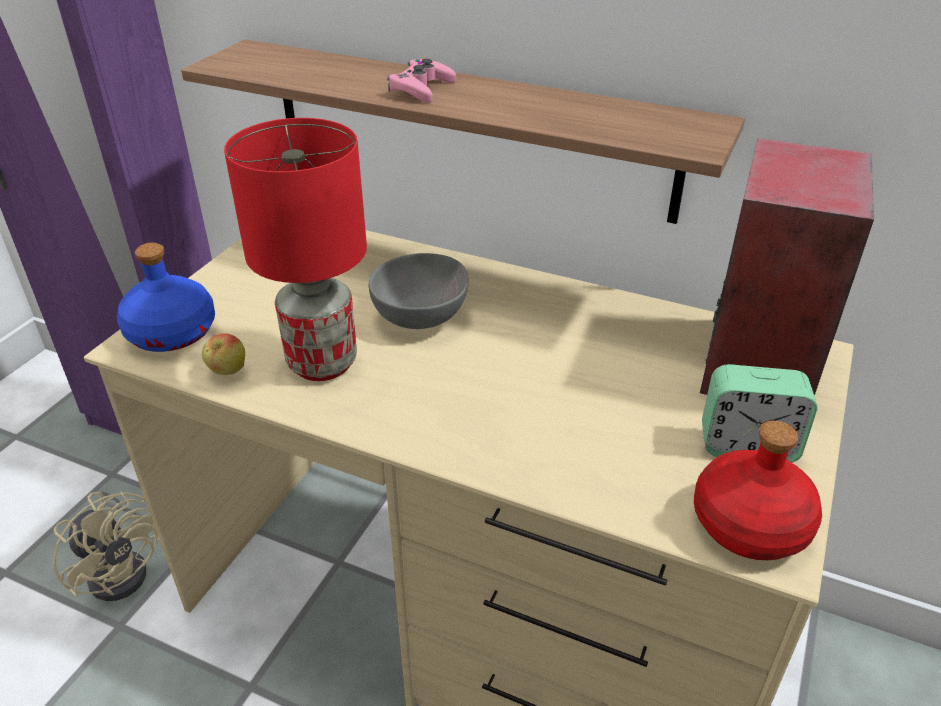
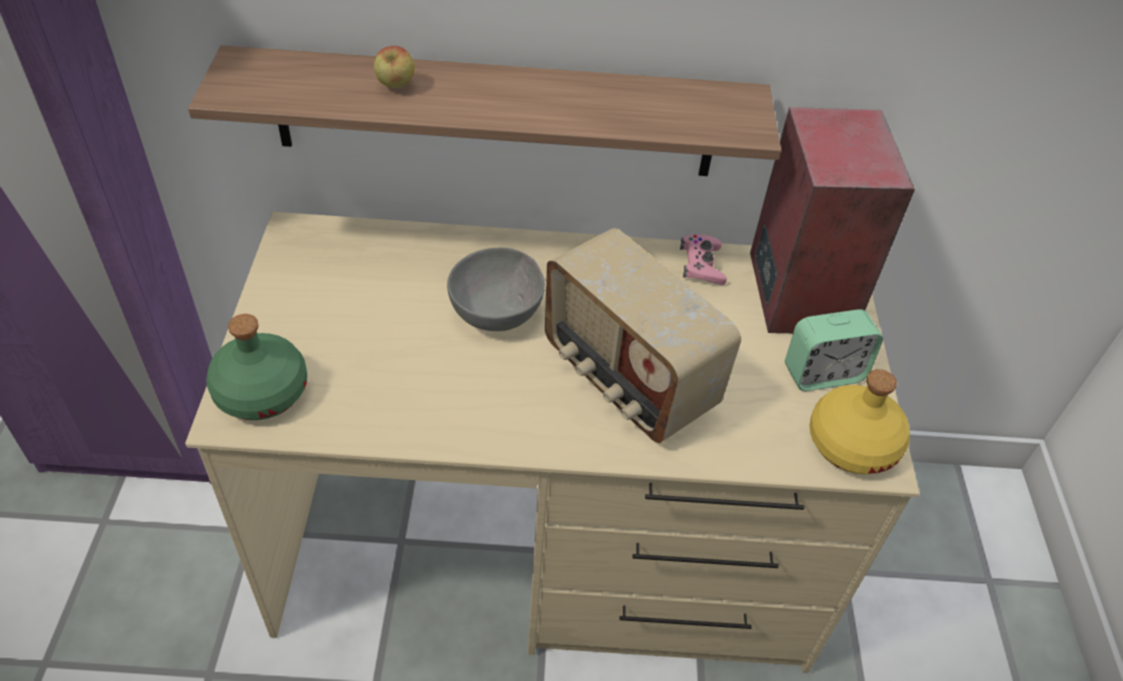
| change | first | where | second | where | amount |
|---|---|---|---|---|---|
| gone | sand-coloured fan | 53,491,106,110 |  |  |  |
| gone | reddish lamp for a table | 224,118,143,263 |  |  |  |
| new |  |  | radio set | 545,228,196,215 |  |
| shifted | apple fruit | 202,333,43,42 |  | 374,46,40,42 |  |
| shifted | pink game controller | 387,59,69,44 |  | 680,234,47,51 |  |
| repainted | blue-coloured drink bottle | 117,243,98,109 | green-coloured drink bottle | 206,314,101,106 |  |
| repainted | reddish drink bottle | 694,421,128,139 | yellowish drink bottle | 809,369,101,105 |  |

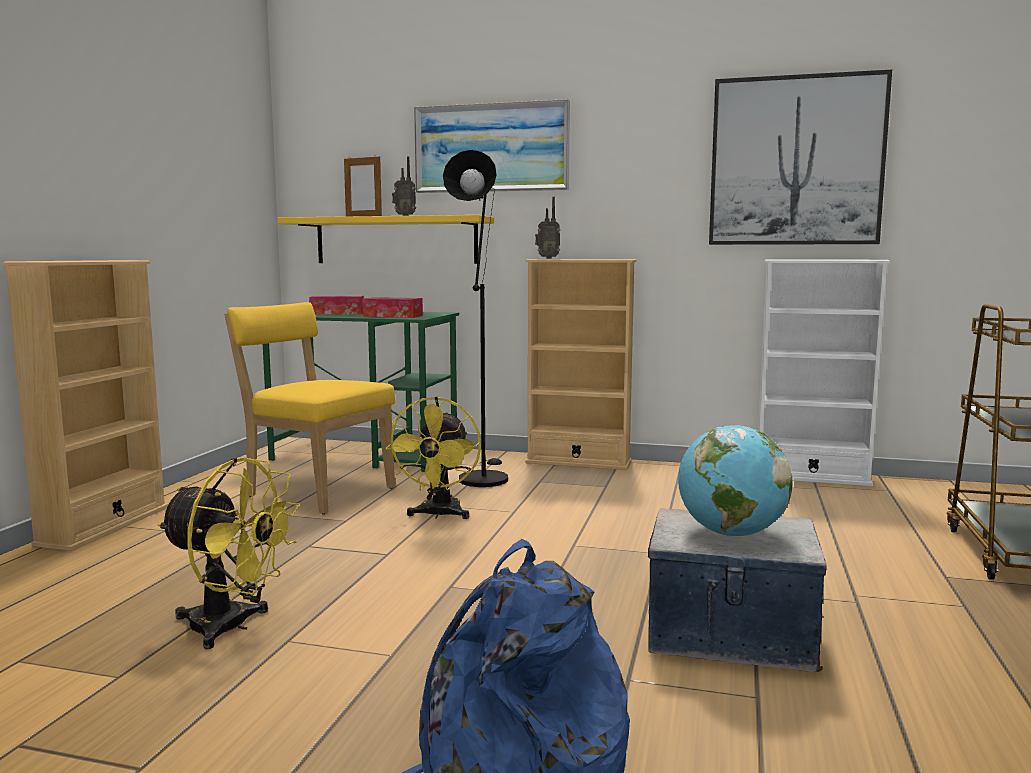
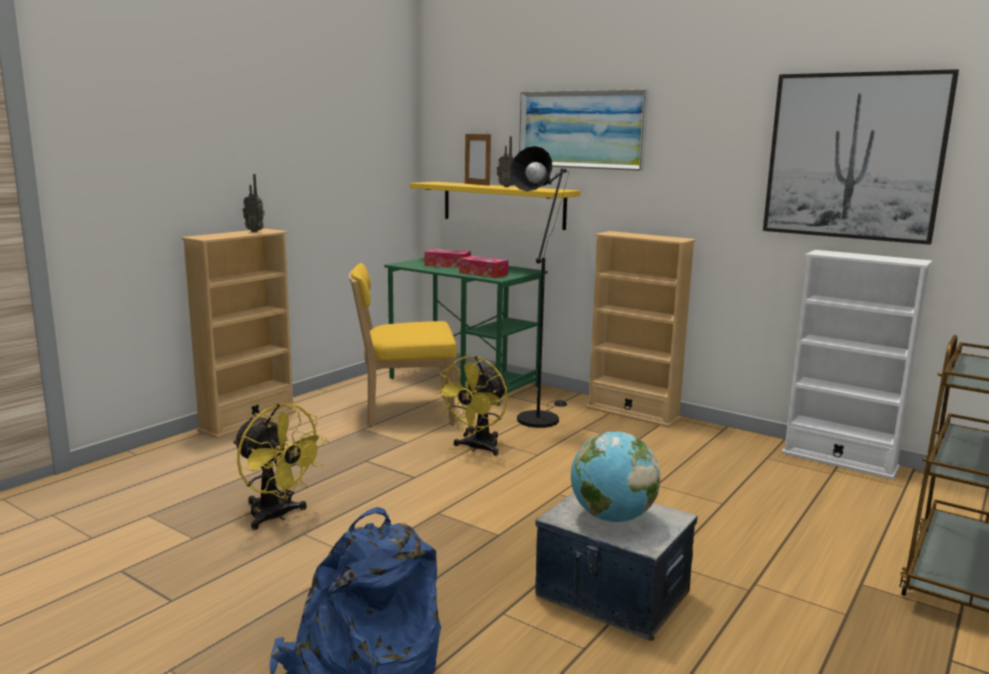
| change | first | where | second | where | amount |
|---|---|---|---|---|---|
| shifted | radio set | 535,197,25,62 |  | 243,174,22,58 |  |
| rotated | yellowish plain chair | 224,302,172,212 |  | 349,263,108,164 | 60 degrees counterclockwise |

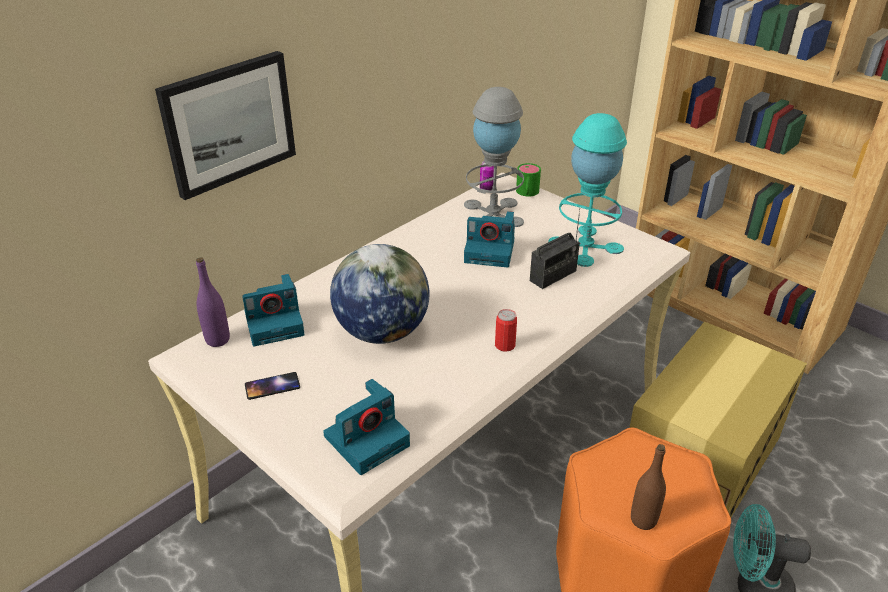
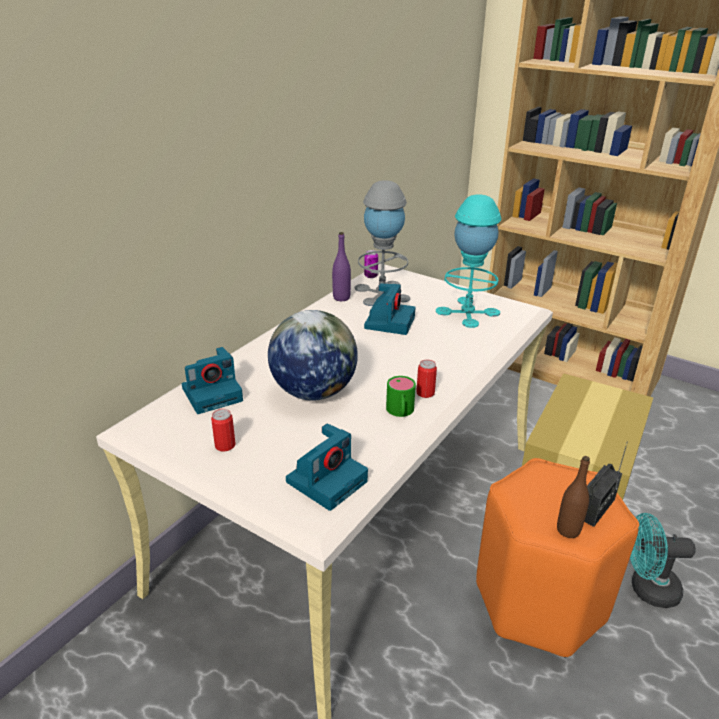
| change | first | where | second | where | amount |
|---|---|---|---|---|---|
| gone | picture | 155,51,141,149 |  |  |  |
| shifted | purple-coloured drink bottle | 196,257,34,90 |  | 332,232,19,69 |  |
| shifted | green-coloured coffee mug | 516,163,25,33 |  | 386,376,30,41 |  |
| shifted | radio set | 530,208,50,81 |  | 584,442,44,85 |  |
| swapped | telephone | 245,372,55,28 | metal can | 211,409,25,43 |  |
| rotated | photo camera | 464,211,51,57 |  | 364,283,52,52 | 75 degrees counterclockwise |

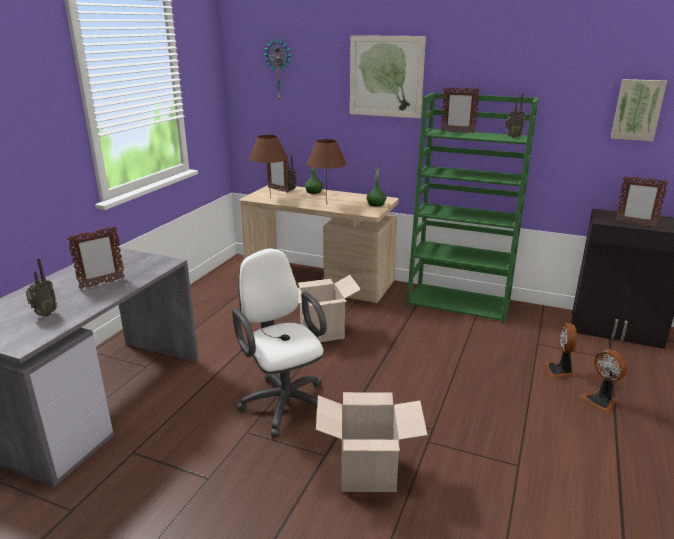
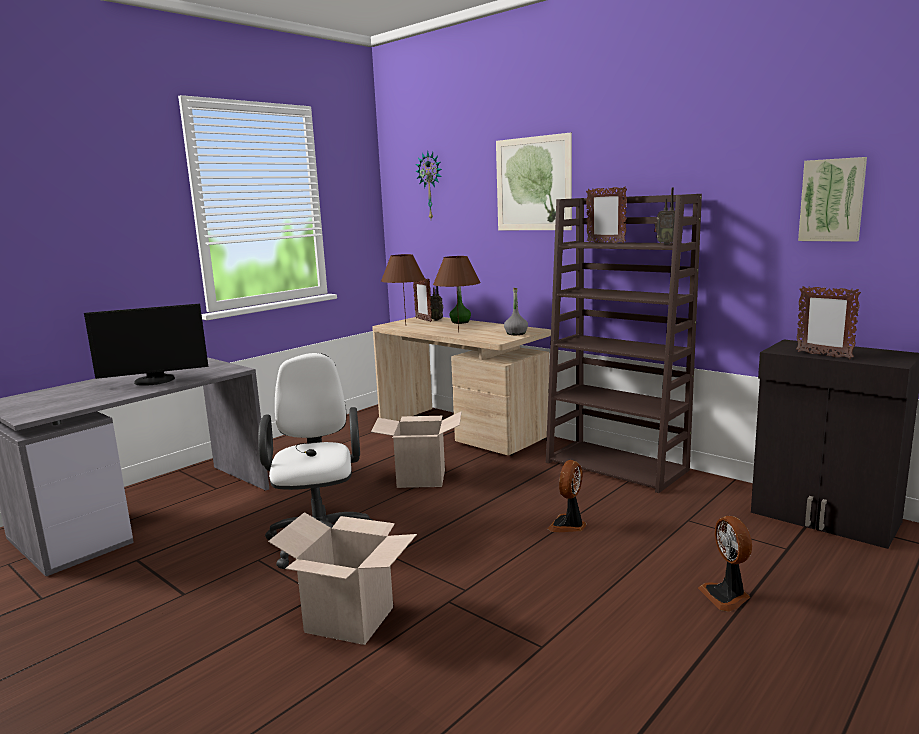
| change | first | where | second | where | amount |
|---|---|---|---|---|---|
| gone | radio set | 26,258,31,58 |  |  |  |
| shifted | fan | 545,323,32,56 |  | 548,460,38,72 |  |
| swapped | photo frame | 67,226,58,63 | monitor | 84,304,124,82 |  |
| repainted | green-coloured drink bottle | 367,167,19,39 | grey drink bottle | 504,288,24,47 |  |
| repainted | green-coloured shelving unit | 406,93,133,231 | brown-coloured shelving unit | 546,194,156,299 |  |

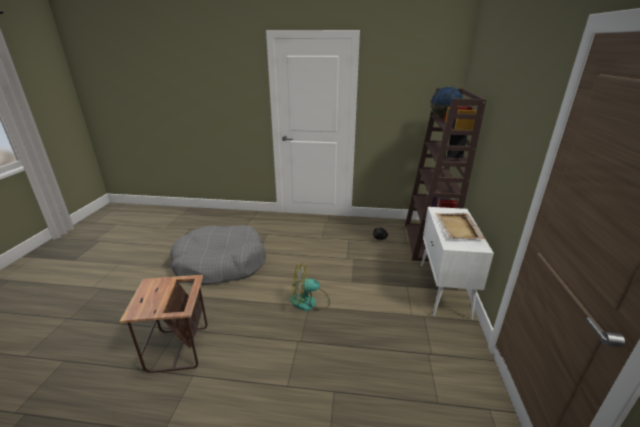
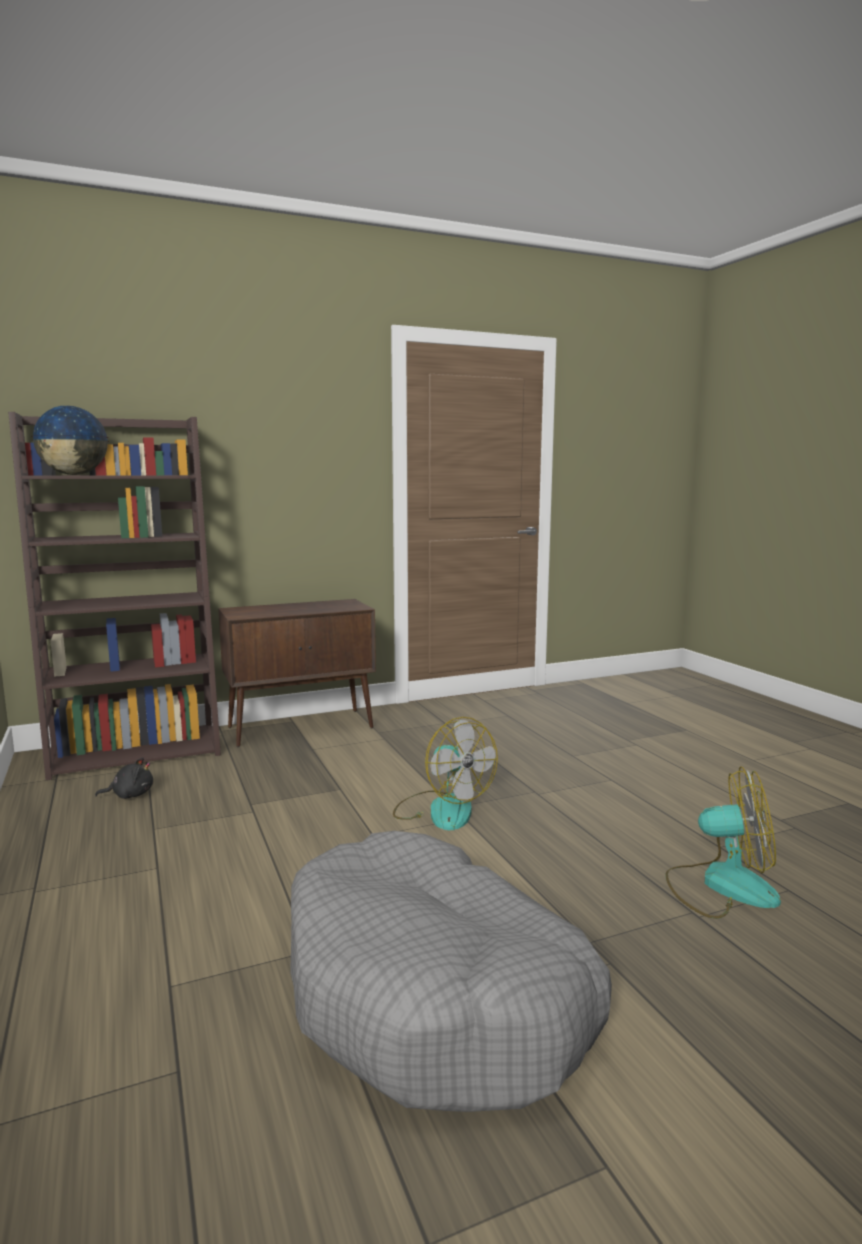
| change | first | where | second | where | amount |
|---|---|---|---|---|---|
| gone | sand-coloured tray | 435,213,51,27 |  |  |  |
| swapped | side table | 119,275,88,98 | fan | 665,766,116,153 |  |
| repainted | whitish cupboard | 421,207,73,113 | brown-coloured cupboard | 218,599,158,148 |  |

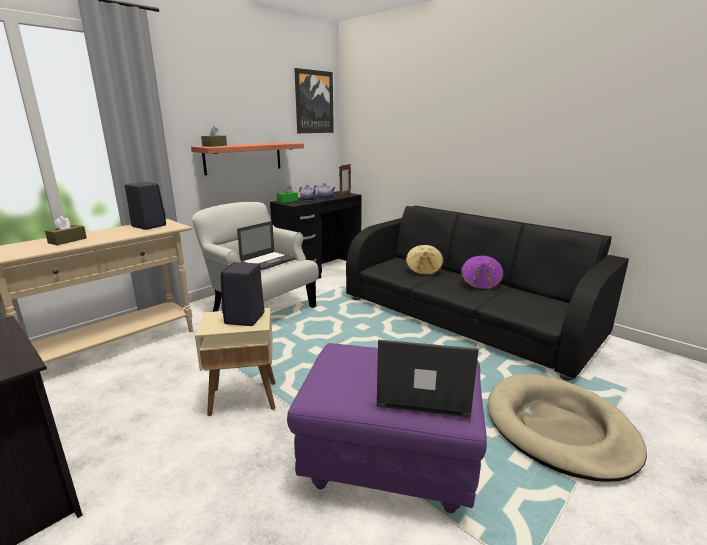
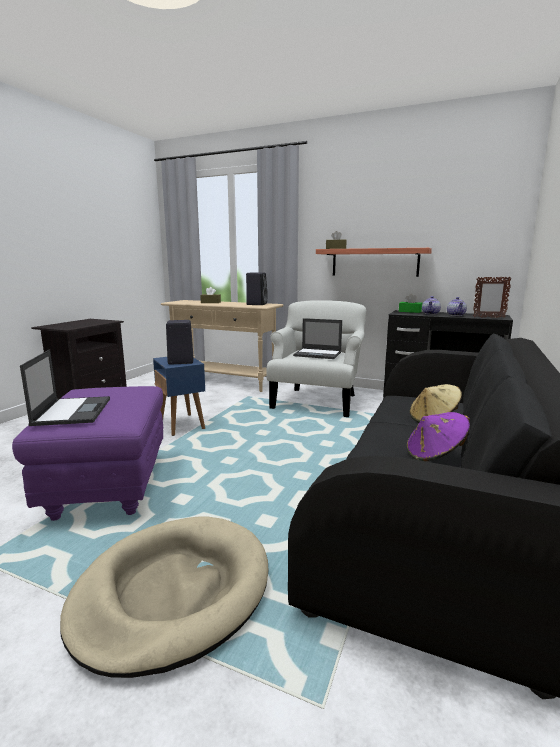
| change | first | where | second | where | amount |
|---|---|---|---|---|---|
| gone | picture | 294,68,40,65 |  |  |  |
| repainted | sand-coloured side table | 195,308,81,108 | blue-coloured side table | 153,357,52,79 |  |

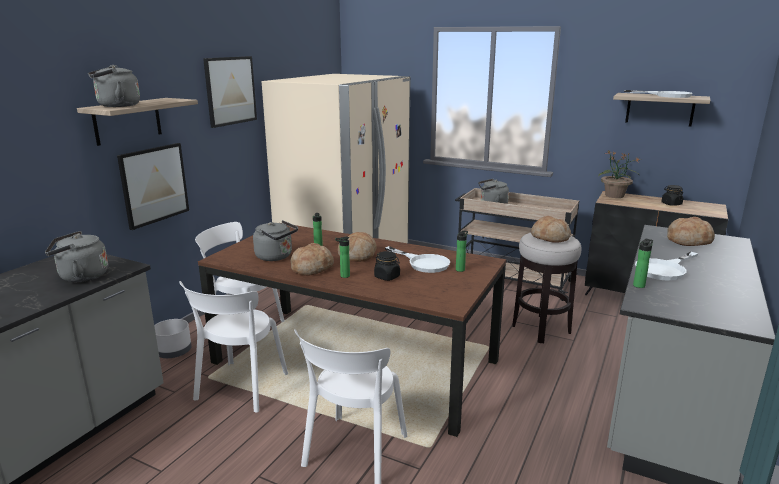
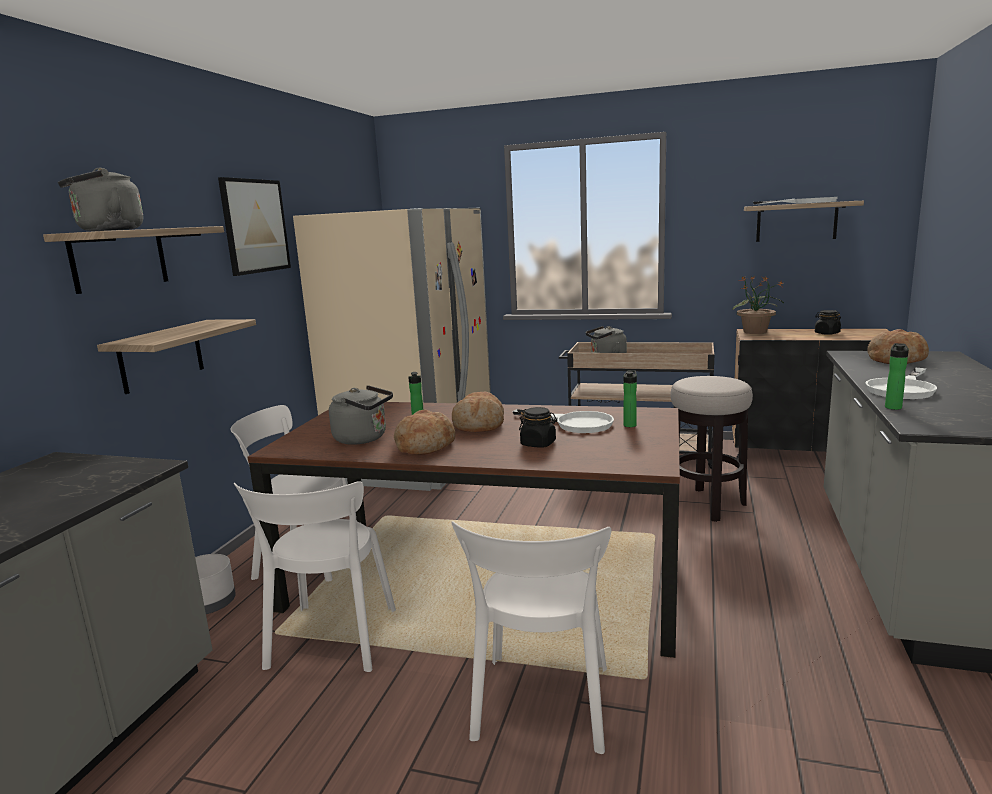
| change | first | where | second | where | amount |
|---|---|---|---|---|---|
| gone | grey kettle | 45,231,63,51 |  |  |  |
| gone | drink bottle | 335,237,15,41 |  |  |  |
| gone | baked bread | 531,216,40,27 |  |  |  |
| swapped | picture | 117,143,72,87 | wall shelf | 97,319,159,75 |  |

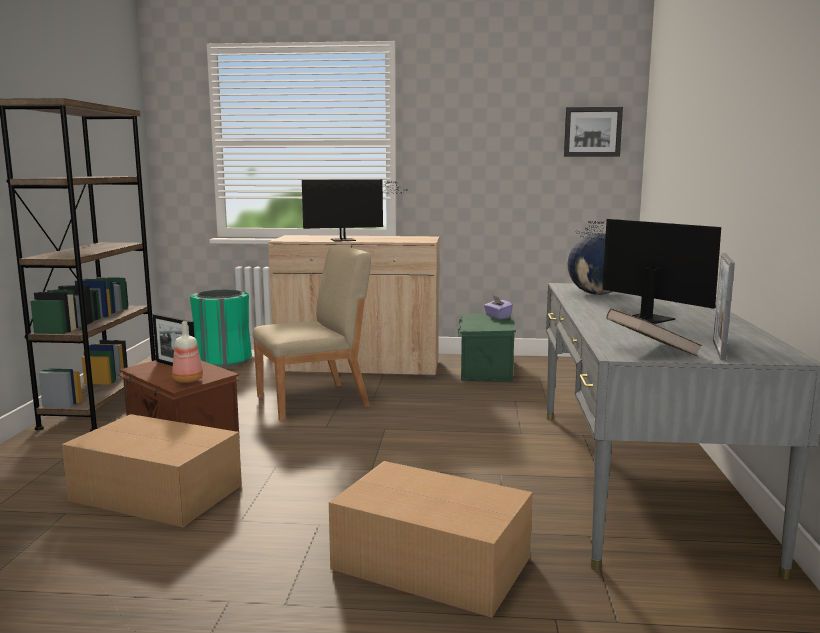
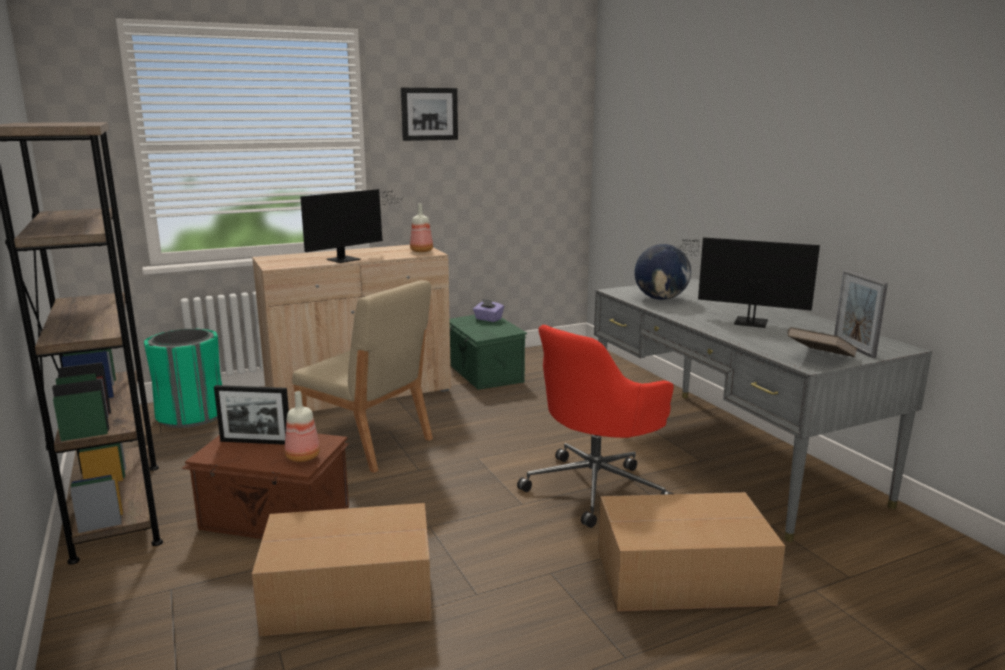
| change | first | where | second | where | amount |
|---|---|---|---|---|---|
| new |  |  | drink bottle | 410,203,23,49 |  |
| new |  |  | reddish computer chair | 517,325,157,203 |  |
| shifted | picture | 564,107,59,50 |  | 401,87,57,54 |  |
| rotated | sand-coloured plain chair | 253,245,118,176 |  | 292,280,141,193 | 90 degrees clockwise |

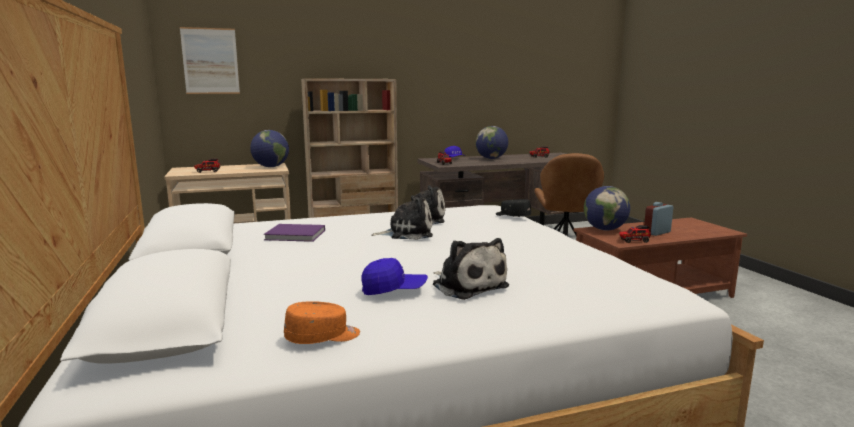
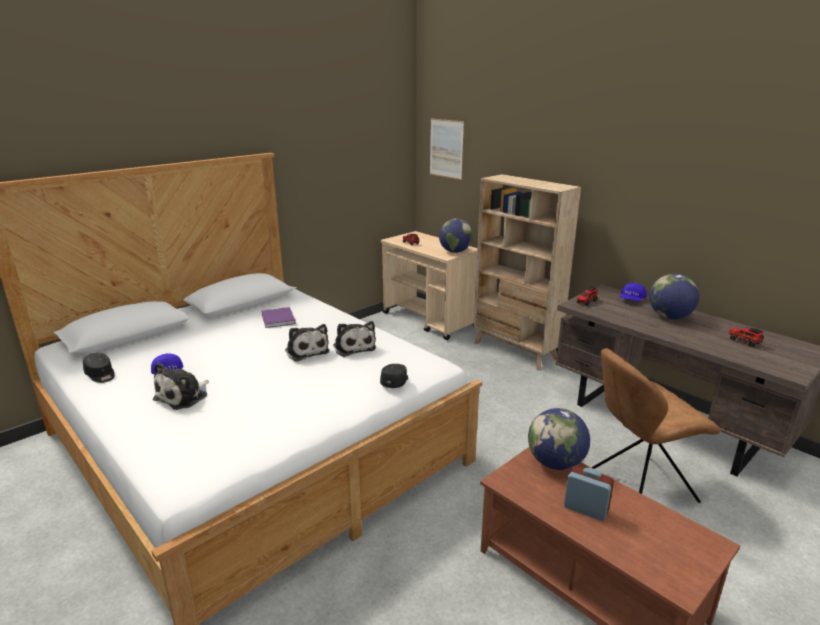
| change | first | where | second | where | amount |
|---|---|---|---|---|---|
| gone | toy lorry | 619,225,32,18 |  |  |  |
| repainted | orange baseball cap | 284,301,76,43 | black baseball cap | 83,353,32,30 |  |

